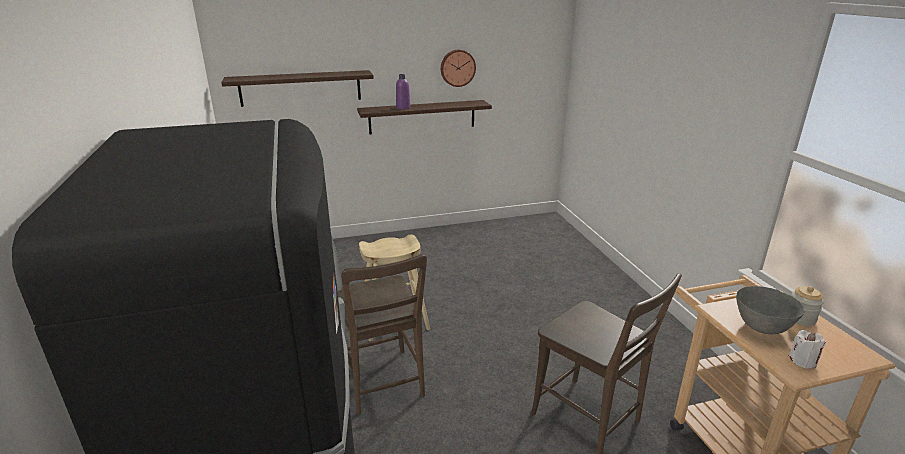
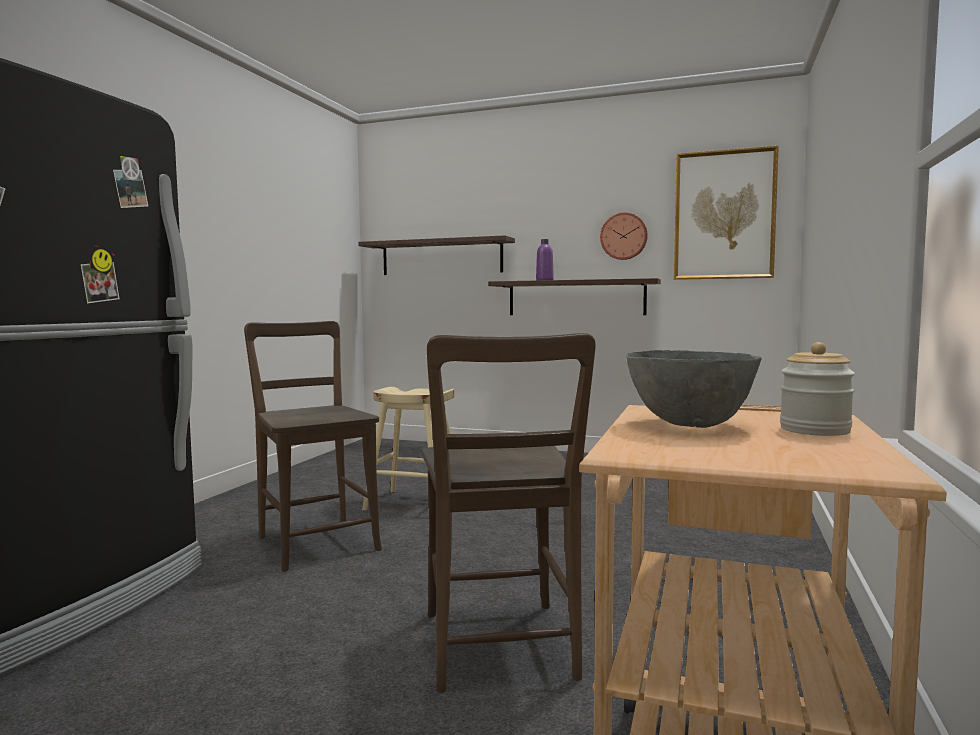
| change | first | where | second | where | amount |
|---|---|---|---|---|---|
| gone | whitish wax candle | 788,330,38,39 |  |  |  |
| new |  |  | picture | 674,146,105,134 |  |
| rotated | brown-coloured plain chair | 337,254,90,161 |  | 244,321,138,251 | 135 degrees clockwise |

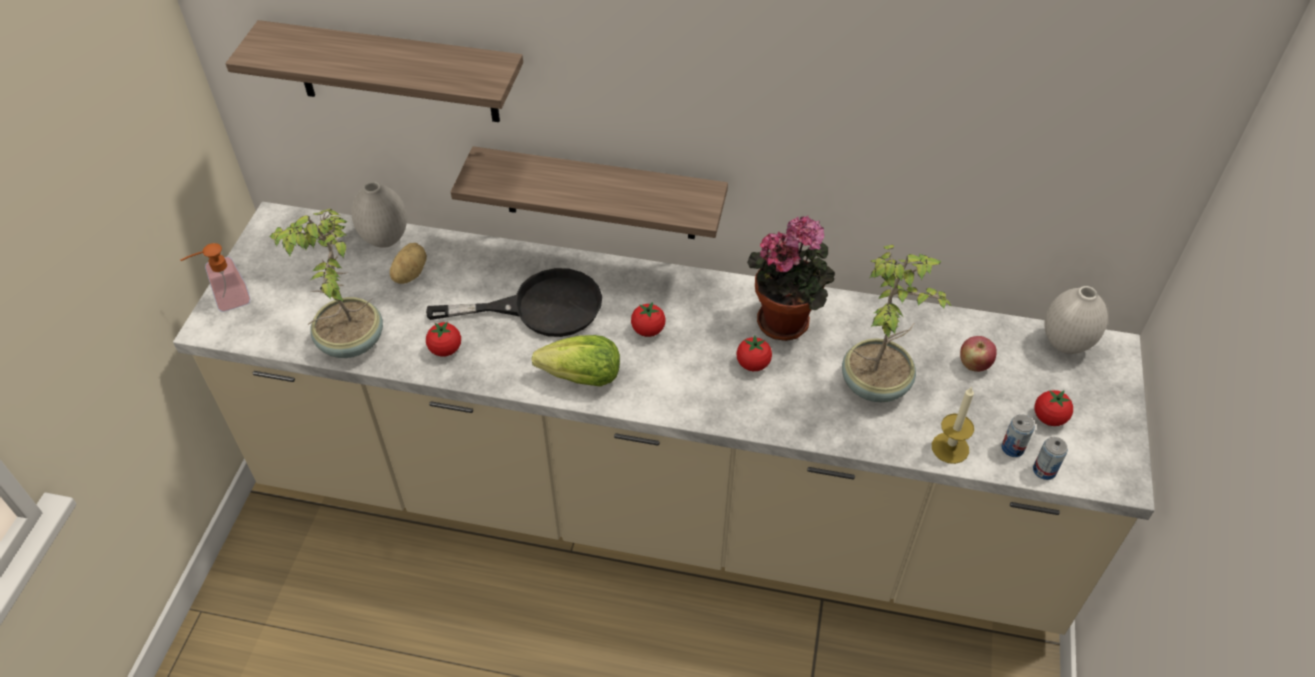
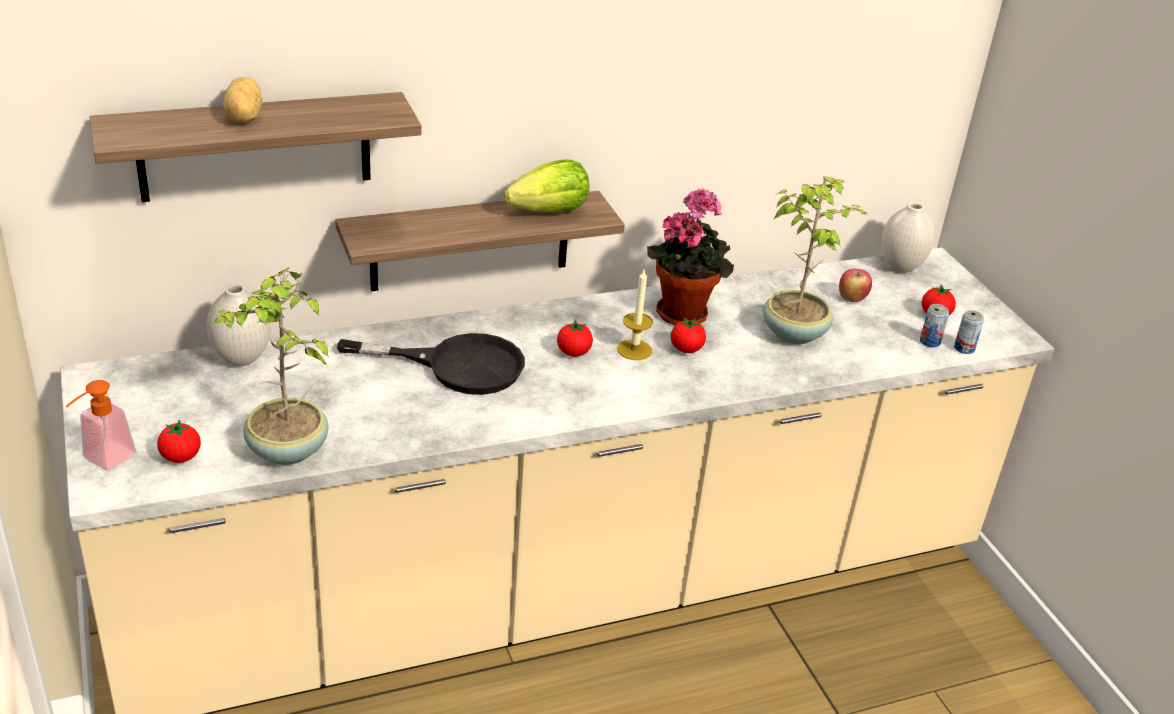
| change | first | where | second | where | amount |
|---|---|---|---|---|---|
| shifted | whole potato | 390,243,37,41 |  | 223,77,40,46 |  |
| shifted | whole tomato | 426,322,35,35 |  | 157,420,44,43 |  |
| shifted | lettuce | 532,335,88,51 |  | 504,159,85,54 |  |
| shifted | wax candle | 932,387,42,77 |  | 617,270,36,90 |  |
| rotated | black pan | 426,268,176,69 |  | 337,333,188,62 | 45 degrees clockwise |

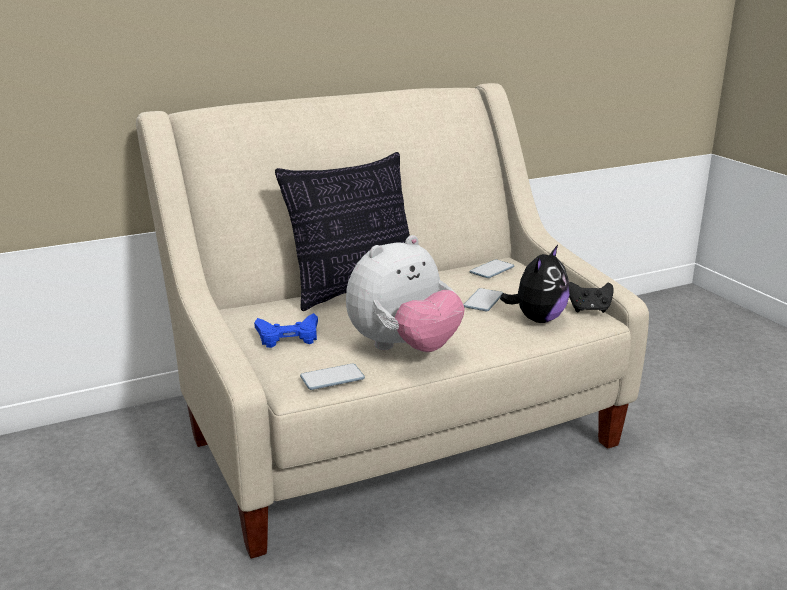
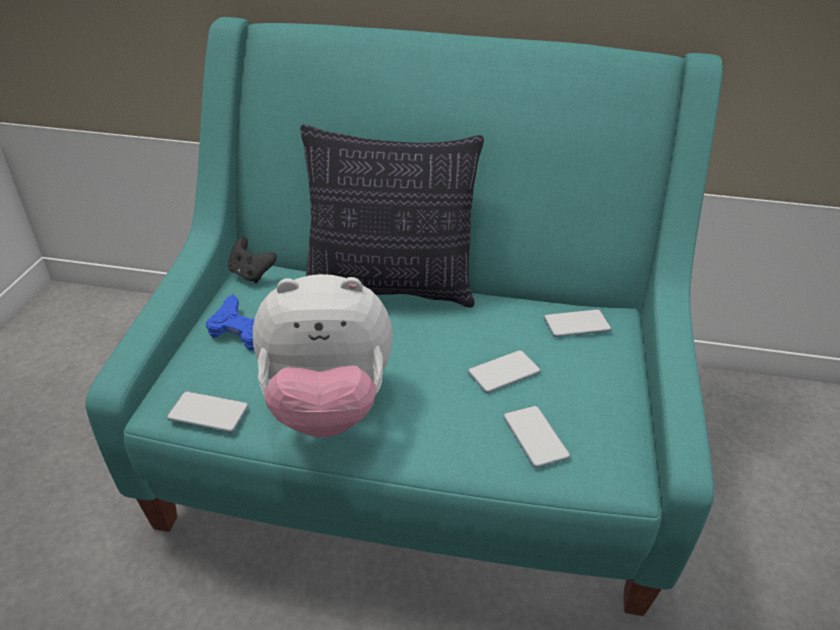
| change | first | where | second | where | amount |
|---|---|---|---|---|---|
| shifted | black game controller | 569,282,45,31 |  | 228,237,49,46 |  |
| swapped | plush toy | 500,245,70,78 | telephone | 503,406,67,62 |  |
| repainted | sand-coloured couch | 136,83,513,476 | turquoise-coloured couch | 85,17,638,599 |  |

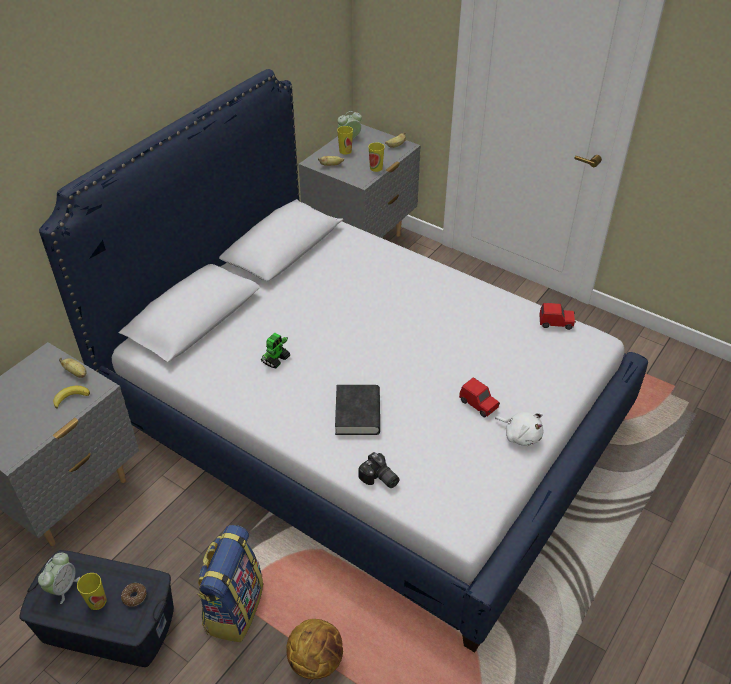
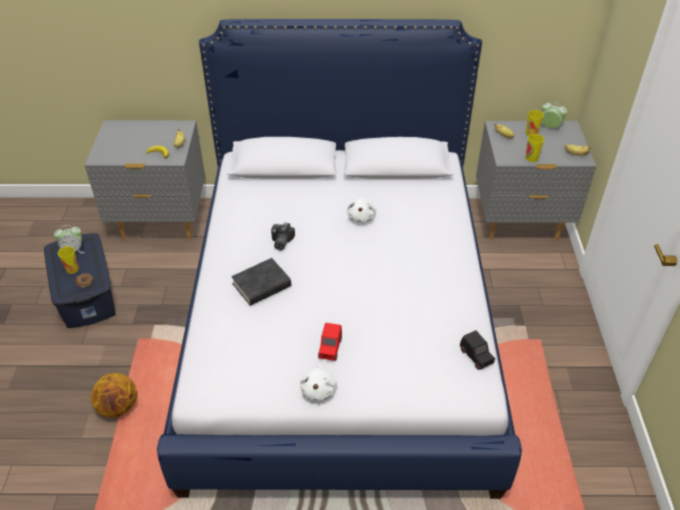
| change | first | where | second | where | amount |
|---|---|---|---|---|---|
| gone | knapsack | 197,525,66,117 |  |  |  |
| gone | model robot | 261,333,29,35 |  |  |  |
| new |  |  | whitish plush toy | 347,198,29,25 |  |
| shifted | photo camera | 358,452,42,36 |  | 271,222,24,28 |  |
| repainted | reddish model car | 539,303,37,27 | black model car | 460,330,35,40 |  |

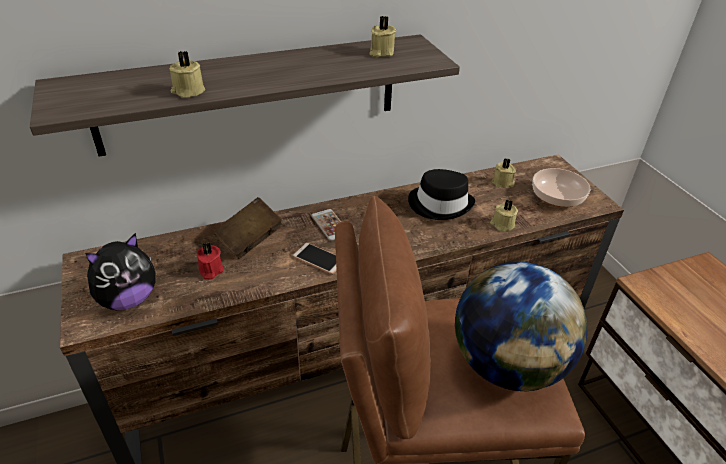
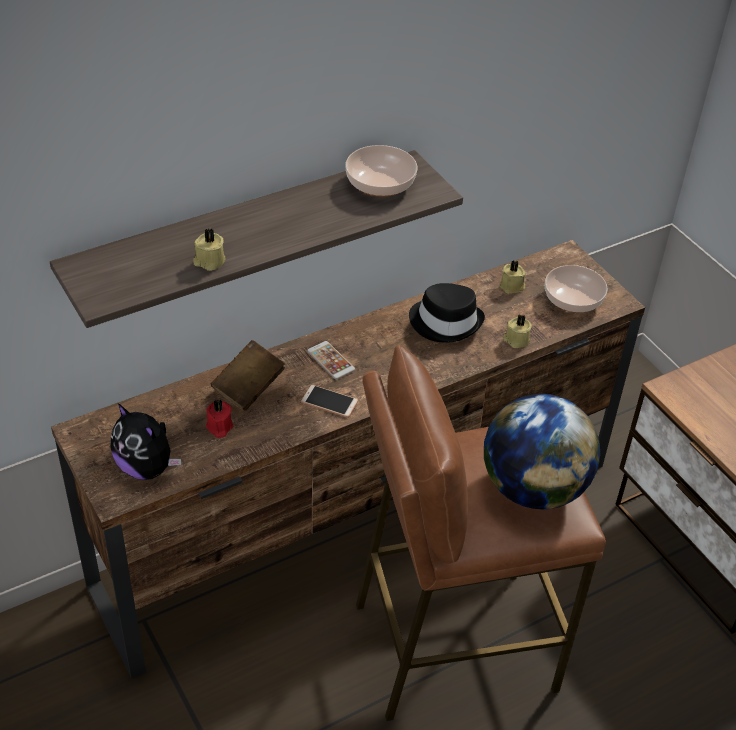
| change | first | where | second | where | amount |
|---|---|---|---|---|---|
| swapped | sand-coloured wax candle | 370,16,26,41 | bowl | 345,145,72,52 |  |
| rotated | plush toy | 85,233,71,78 |  | 110,403,71,77 | 90 degrees clockwise |

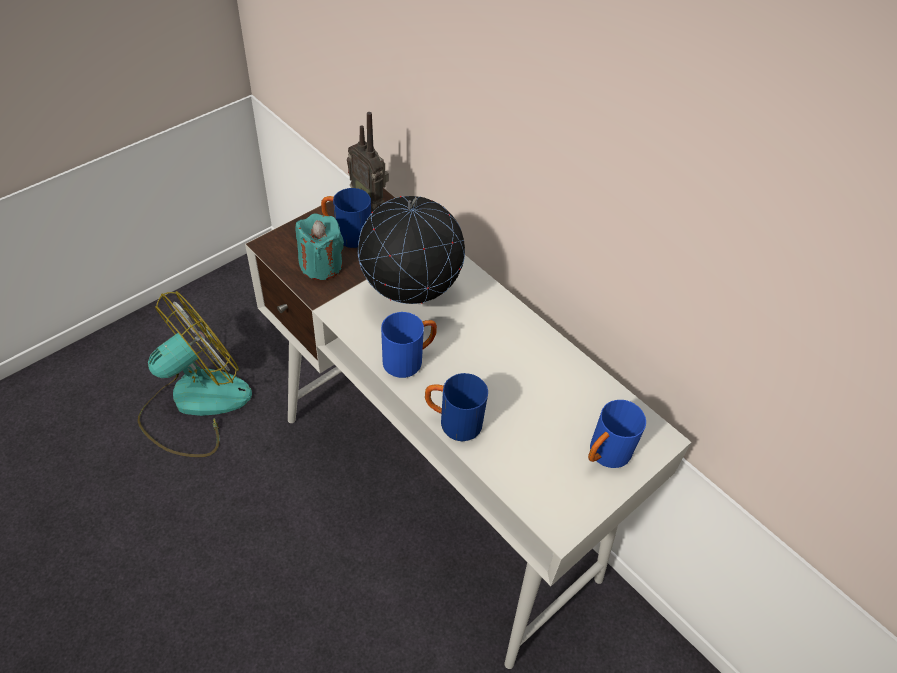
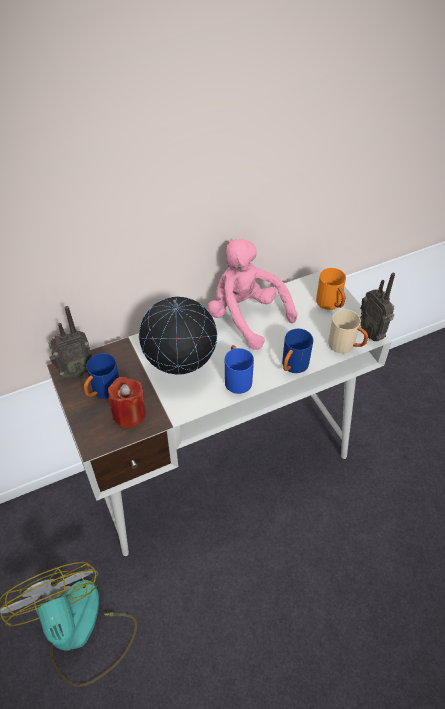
| change | first | where | second | where | amount |
|---|---|---|---|---|---|
| new |  |  | pink plush toy | 208,239,89,111 |  |
| new |  |  | sand-coloured coffee mug | 328,309,40,44 |  |
| new |  |  | radio set | 360,273,35,68 |  |
| repainted | turquoise-coloured wax candle | 296,213,48,67 | reddish wax candle | 108,377,38,51 |  |
| repainted | blue-coloured coffee mug | 588,400,58,68 | orange coffee mug | 316,268,30,42 |  |

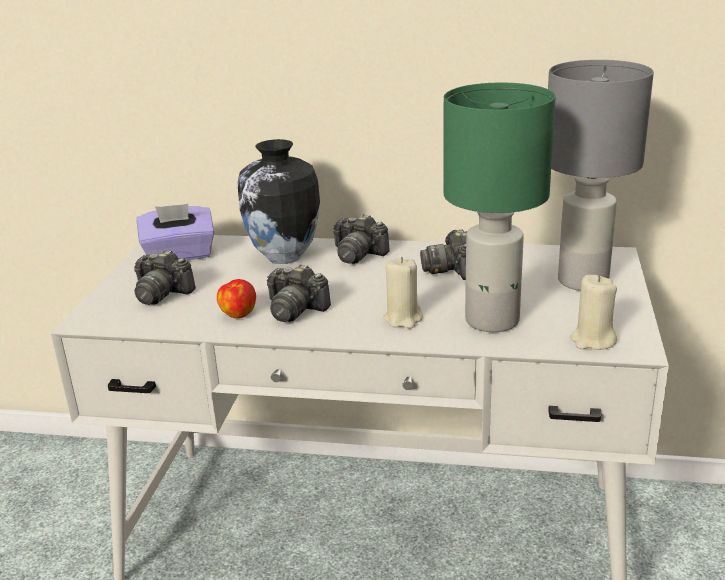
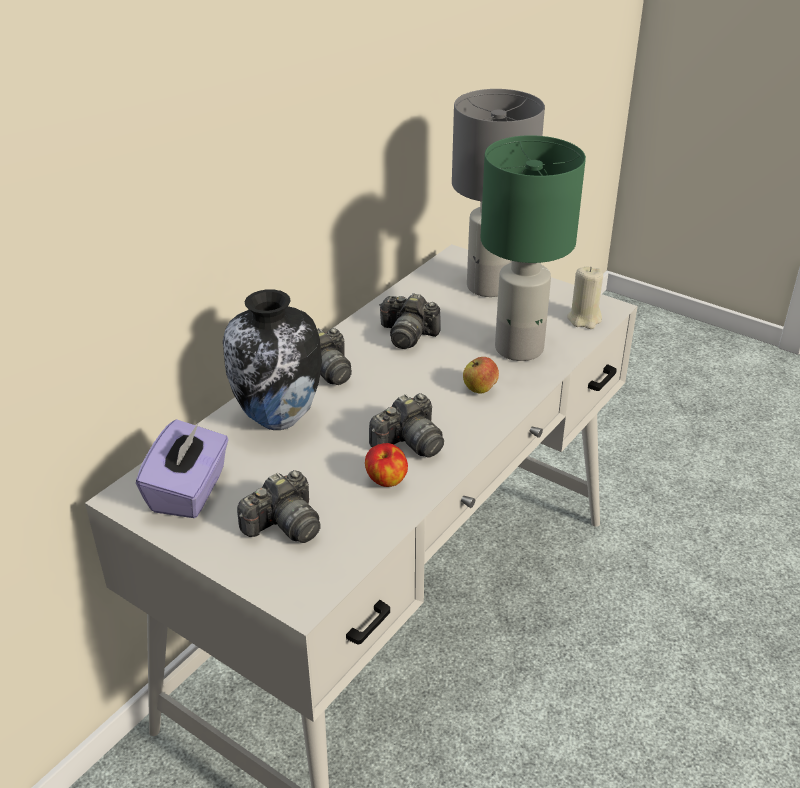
| change | first | where | second | where | amount |
|---|---|---|---|---|---|
| swapped | sand-coloured wax candle | 384,257,39,72 | apple fruit | 463,357,36,36 |  |

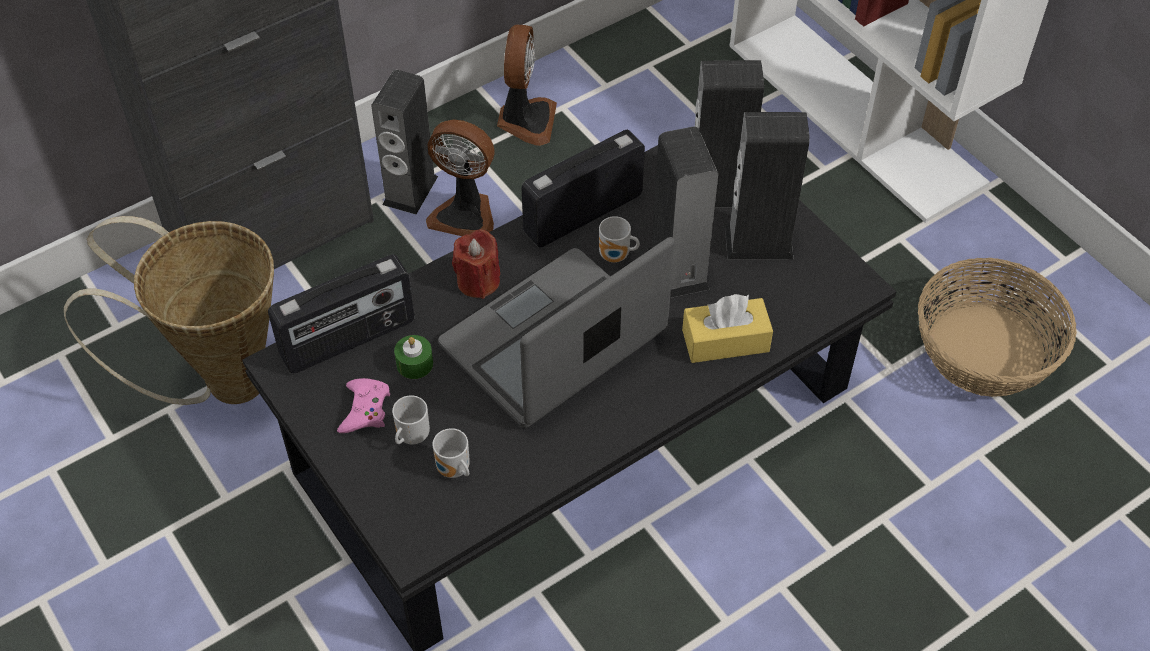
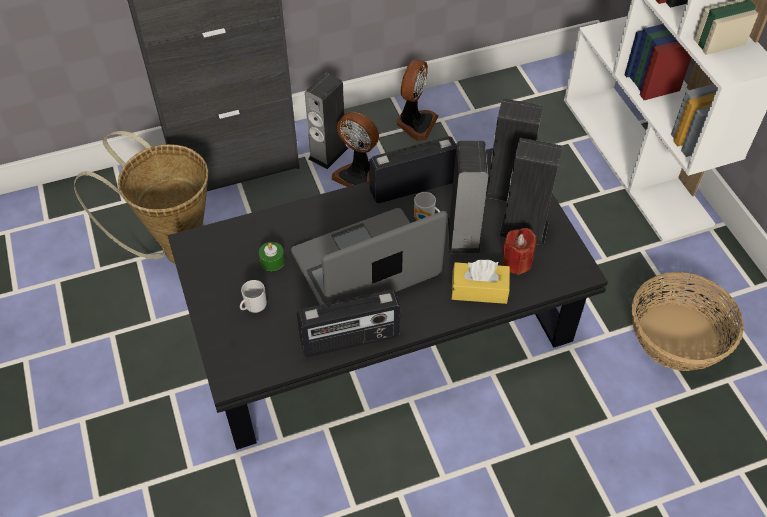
| change | first | where | second | where | amount |
|---|---|---|---|---|---|
| gone | pink game controller | 337,378,53,55 |  |  |  |
| gone | coffee mug | 433,428,37,50 |  |  |  |
| shifted | radio set | 268,254,147,119 |  | 297,290,103,67 |  |
| shifted | reddish wax candle | 452,229,48,70 |  | 502,228,34,47 |  |

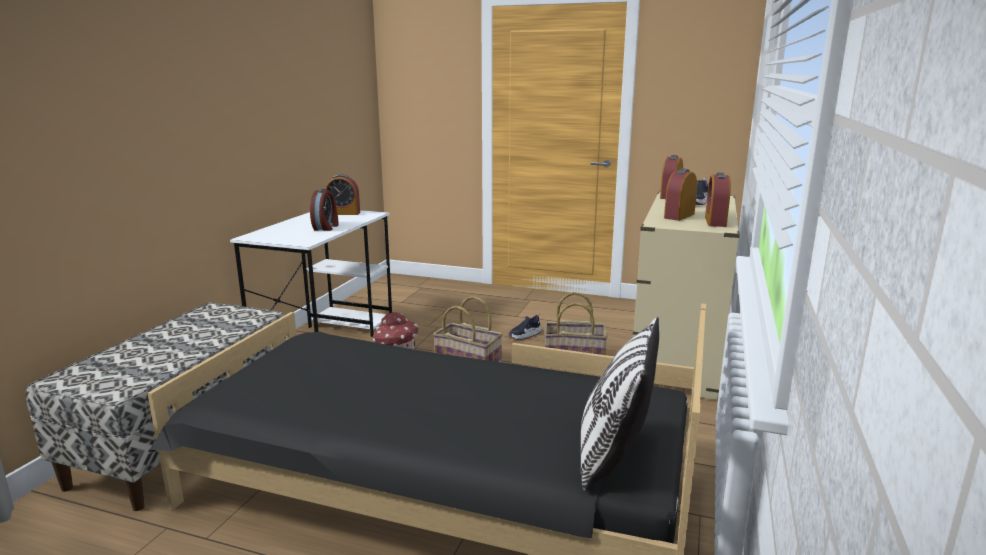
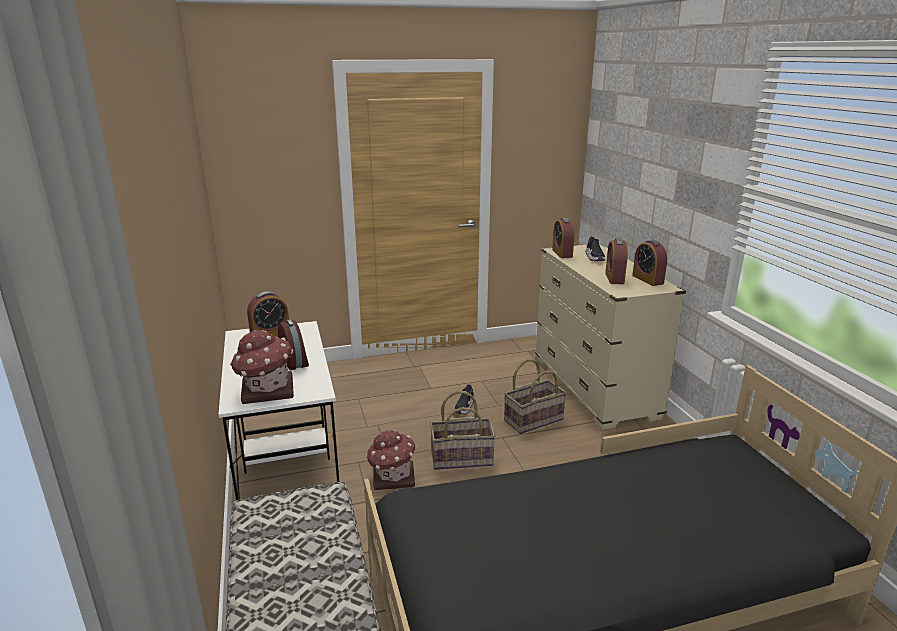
| change | first | where | second | where | amount |
|---|---|---|---|---|---|
| gone | cushion | 581,317,78,174 |  |  |  |
| new |  |  | model house | 230,330,64,74 |  |

